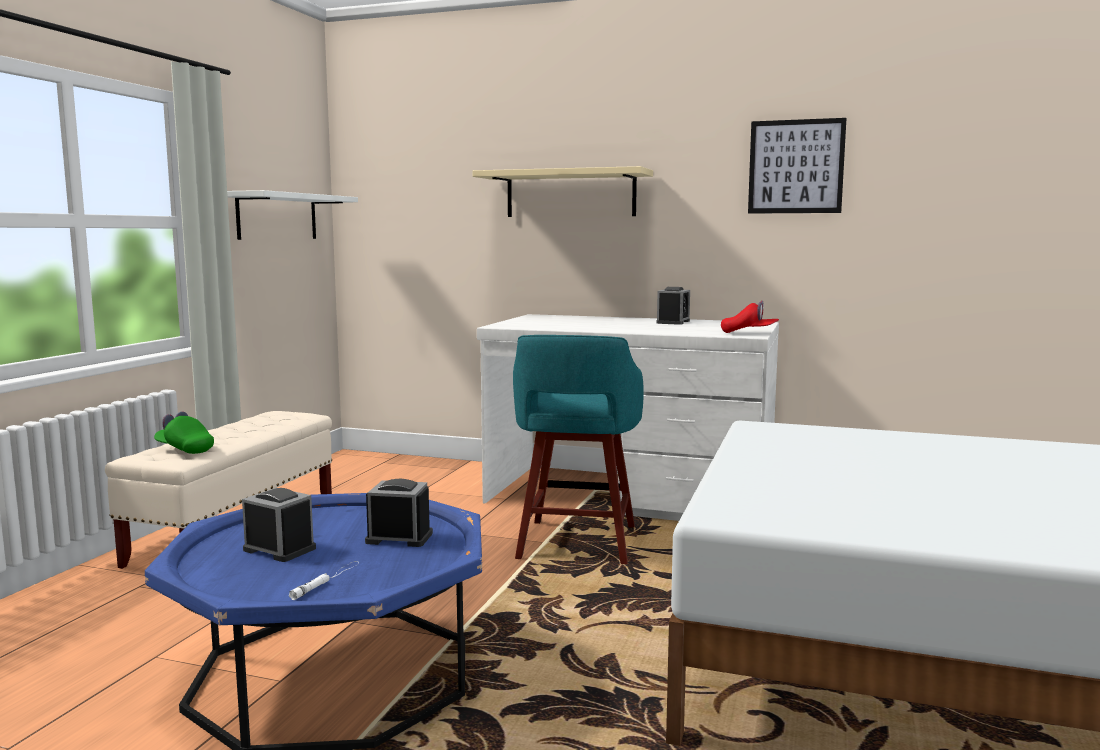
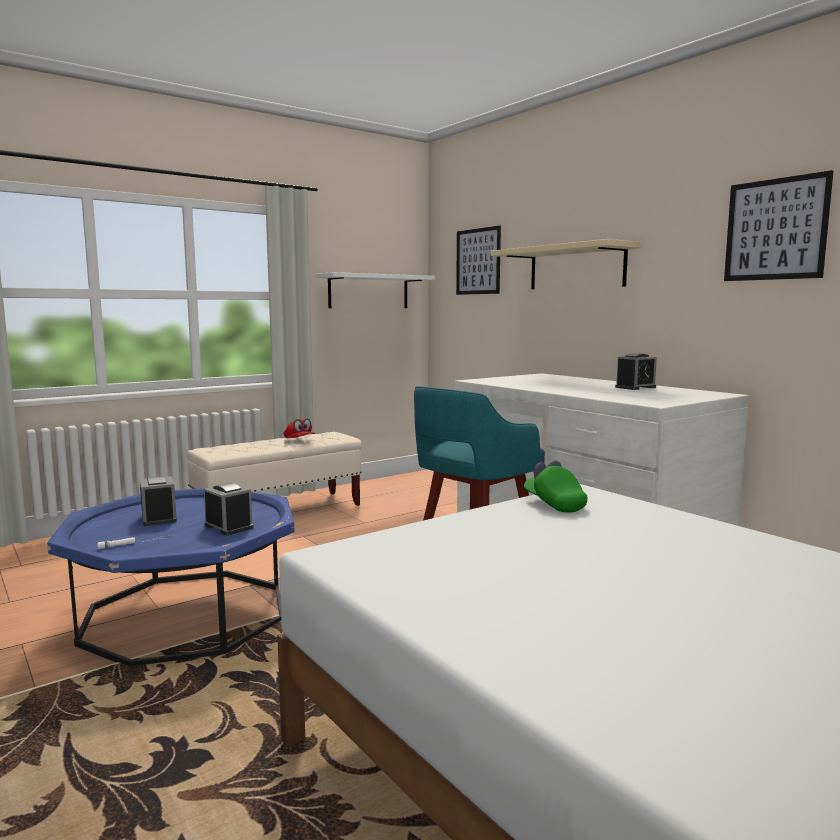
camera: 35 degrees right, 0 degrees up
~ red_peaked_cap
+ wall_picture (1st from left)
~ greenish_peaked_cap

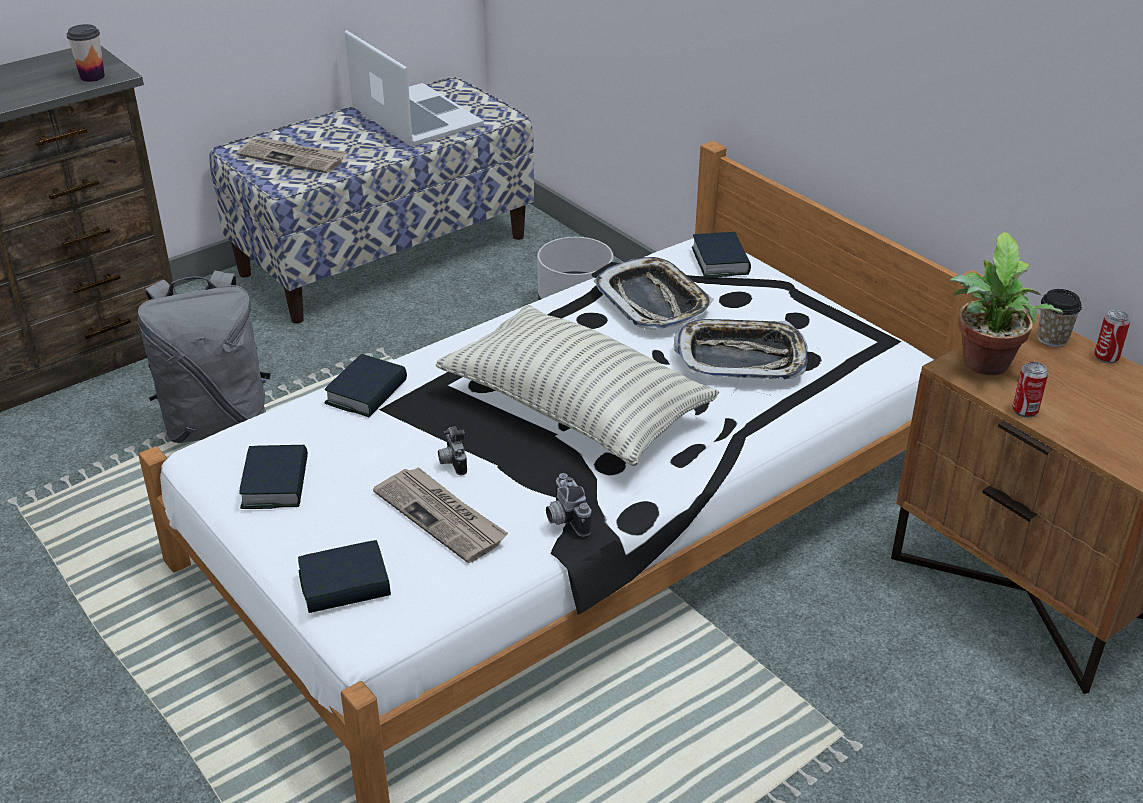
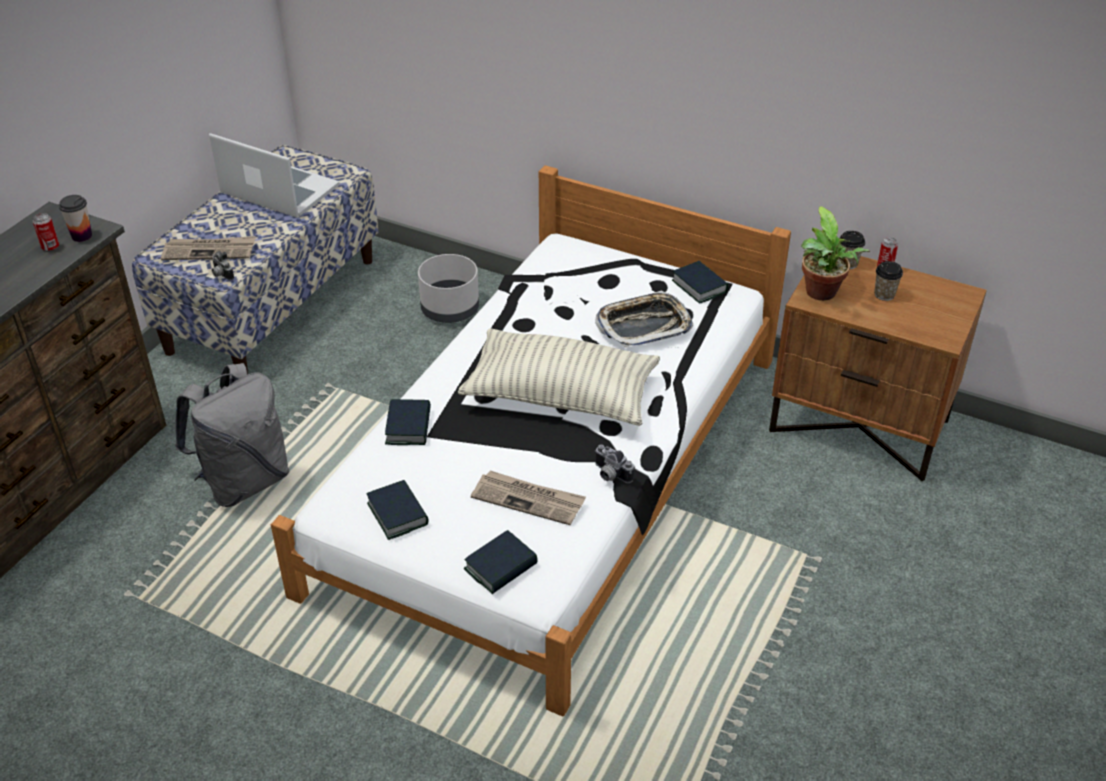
camera: 25 degrees left, 5 degrees up
~ can (1st from left)
~ photo_camera (1st from left)
~ bound_book (4th from left)
+ drinking_cup (3rd from left)
- carrying_tray (1st from left)

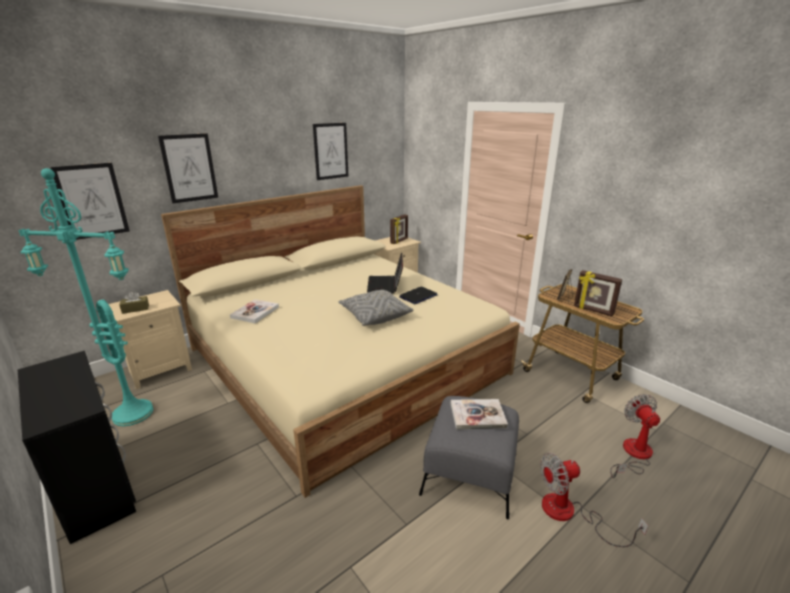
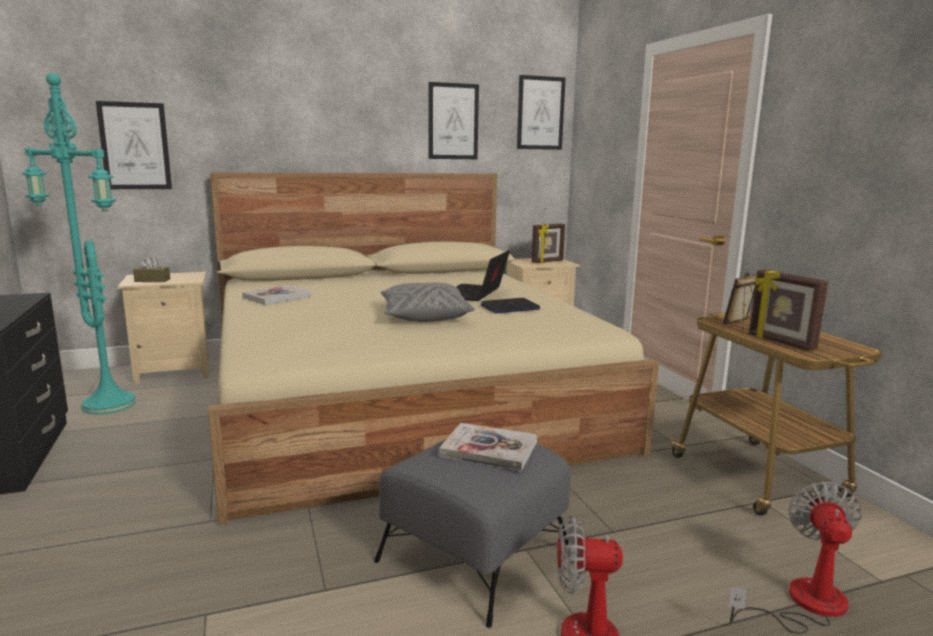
camera: 20 degrees right, 10 degrees down
~ wall_picture (2nd from left in the first image) to wall_picture (3rd from left)

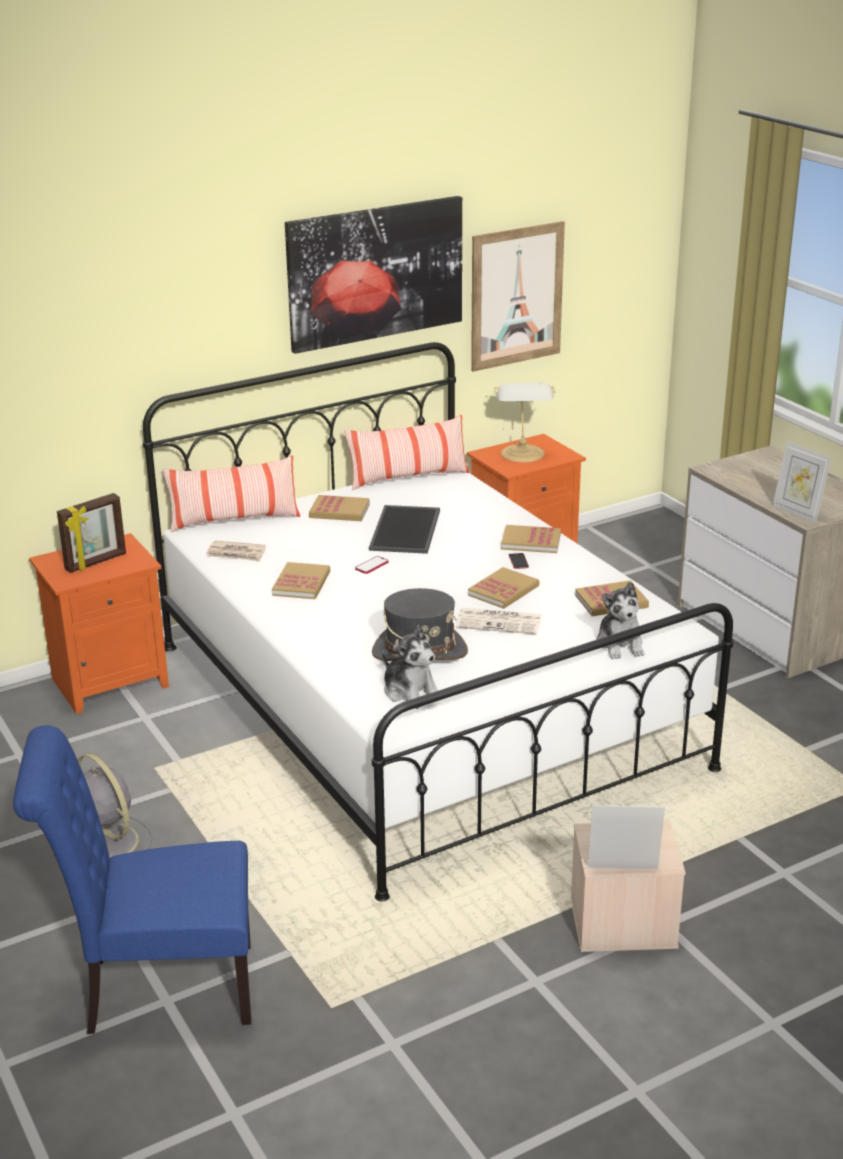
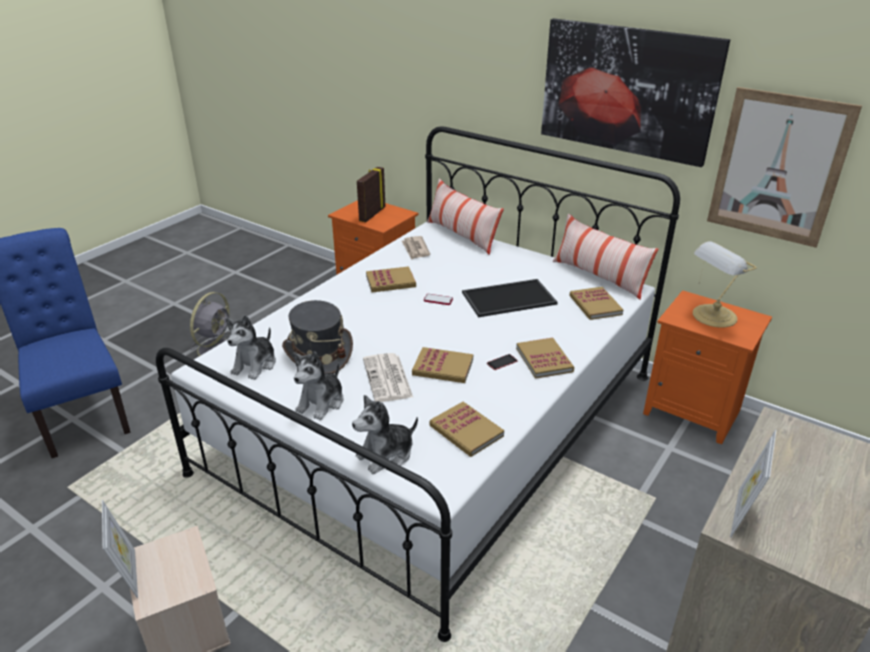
camera: 65 degrees right, 5 degrees up
+ plush_toy (2nd from left)
~ picture_frame (1st from left in the first image) 90 degrees clockwise
~ bound_book (2nd from left in the first image) to bound_book (5th from left)

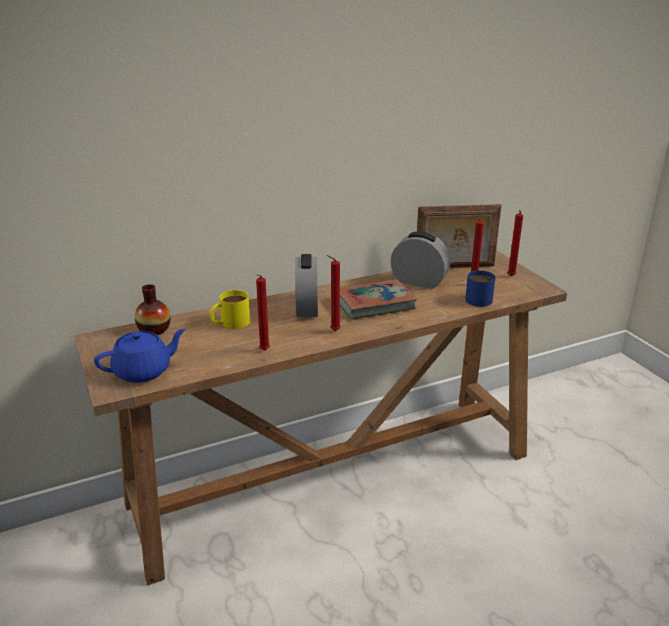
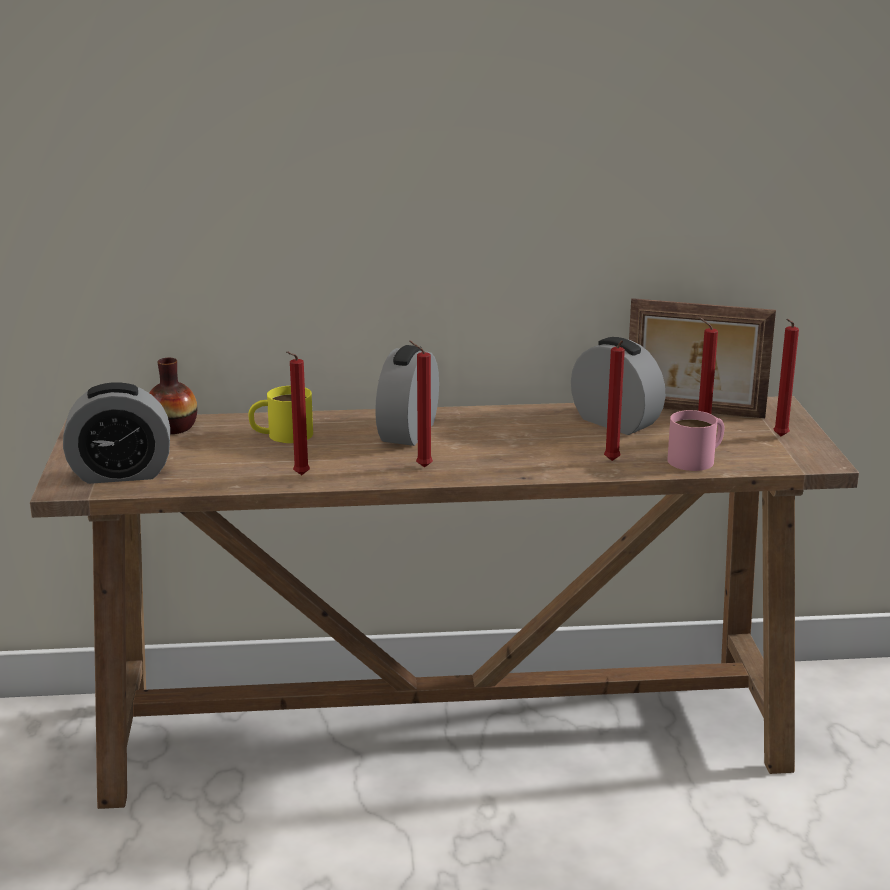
camera: 20 degrees right, 5 degrees down
~ blue_tea_pot to bedside_clock (1st from left)
+ red_wax_light (3rd from left)
~ blue_coffee_mug to pink-coloured_coffee_mug
- bound_book

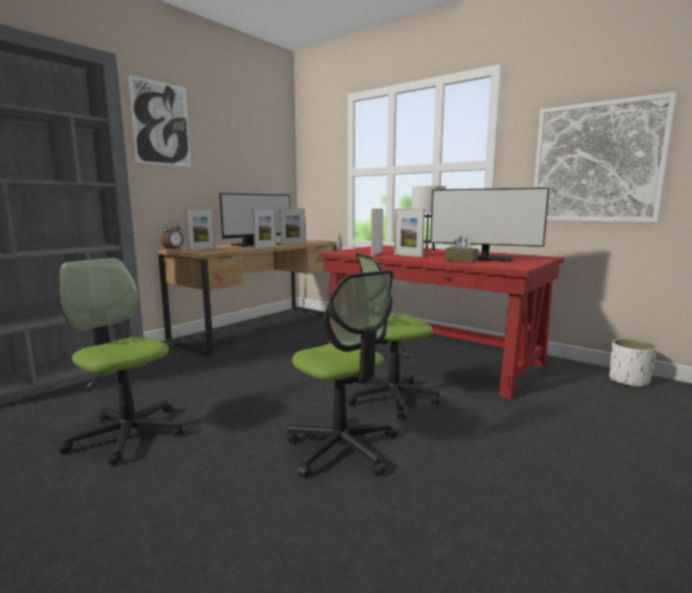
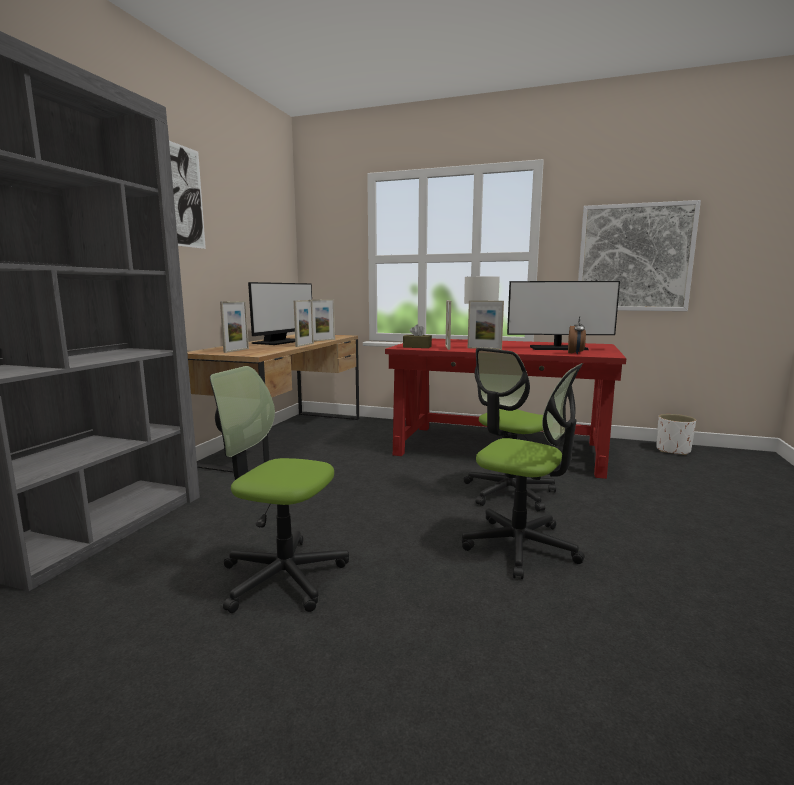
camera: 20 degrees left, 0 degrees up
~ brownish_tissue_holder
~ bedside_clock

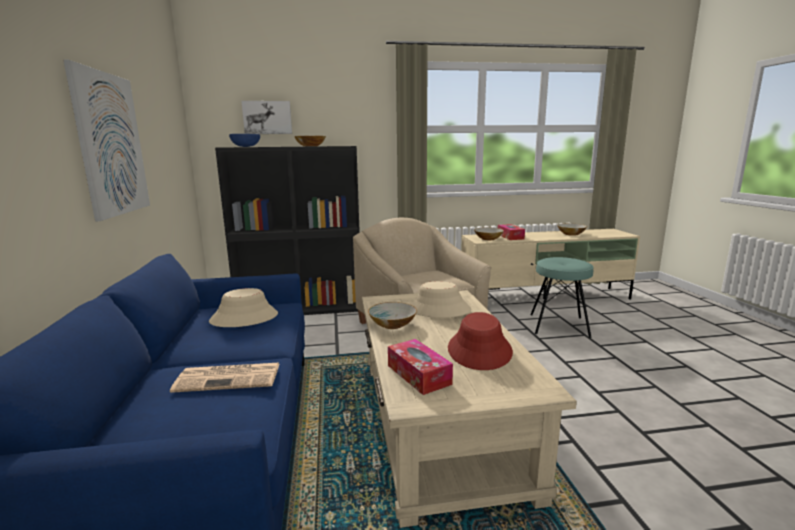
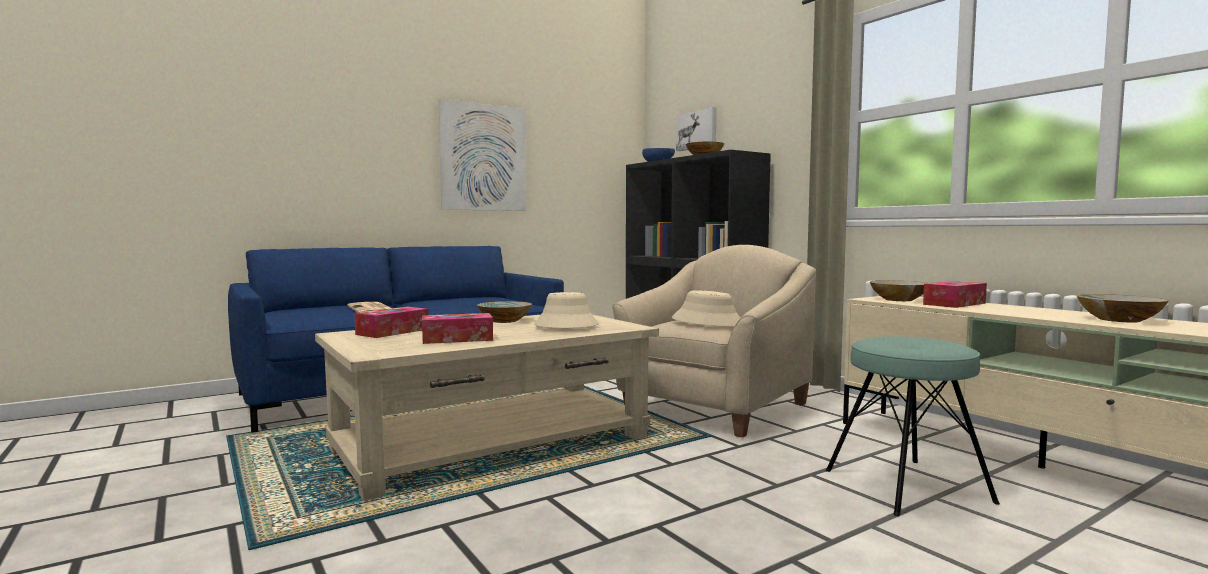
camera: 65 degrees right, 10 degrees down
~ red_clothing_hat to tissue_holder (2nd from left)
~ beige_clothing_hat (1st from left in the first image) to beige_clothing_hat (2nd from left)

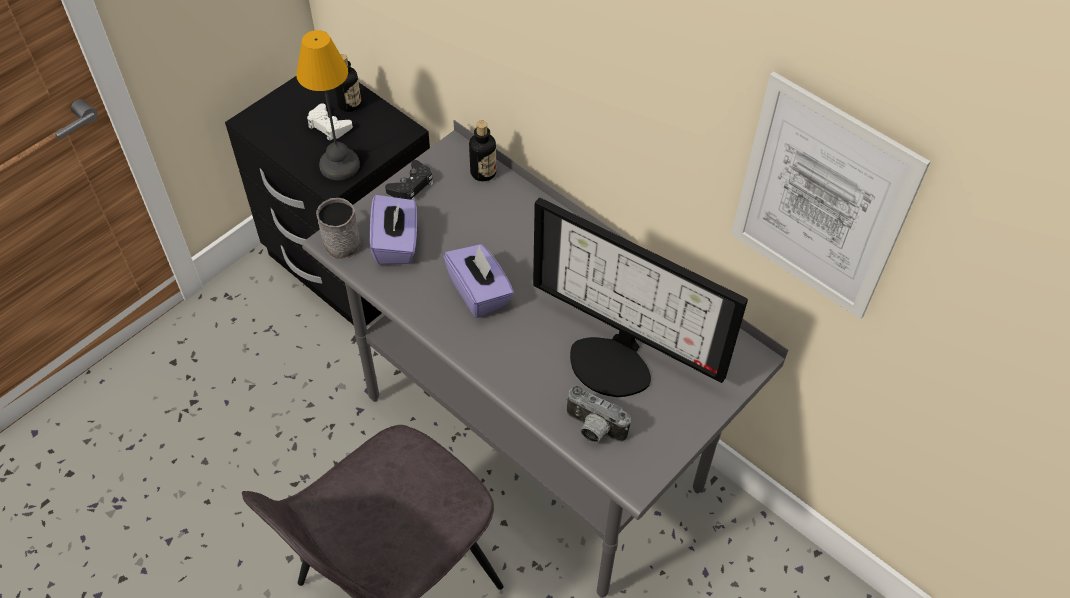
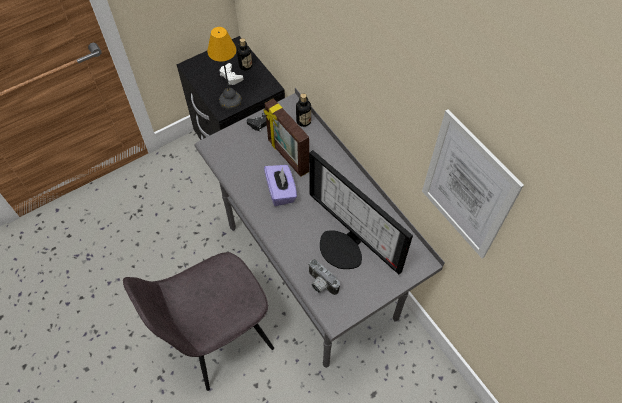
camera: 15 degrees right, 5 degrees up
+ picture_frame
- grey_coffee_mug
- purplish_tissue_holder (1st from left)

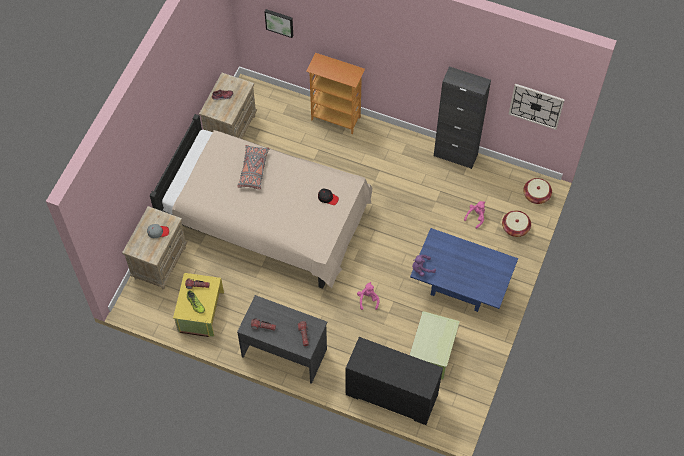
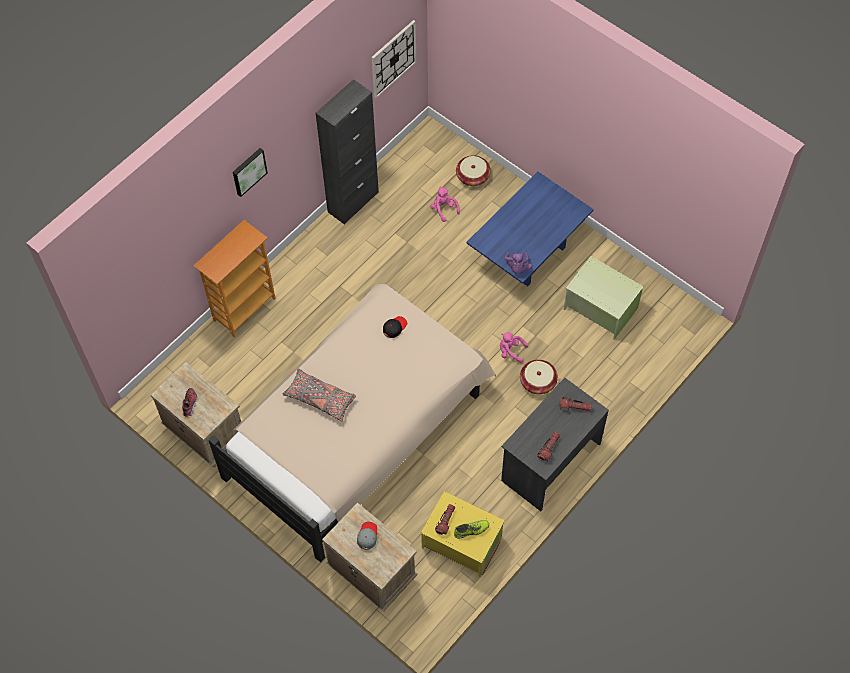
camera: 70 degrees left, 0 degrees up
~ wall_picture
~ basket (2nd from left)
- black-coloured_chest_of_drawers

